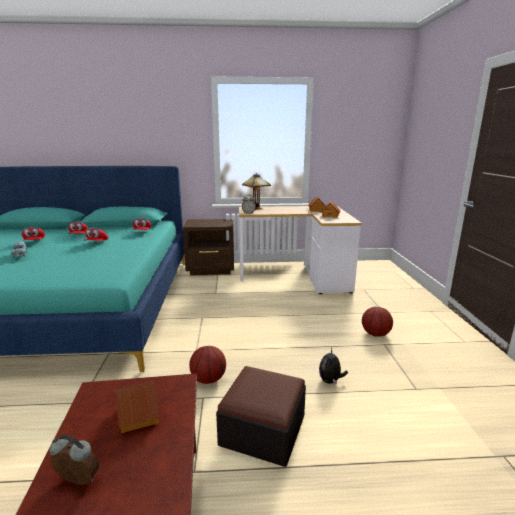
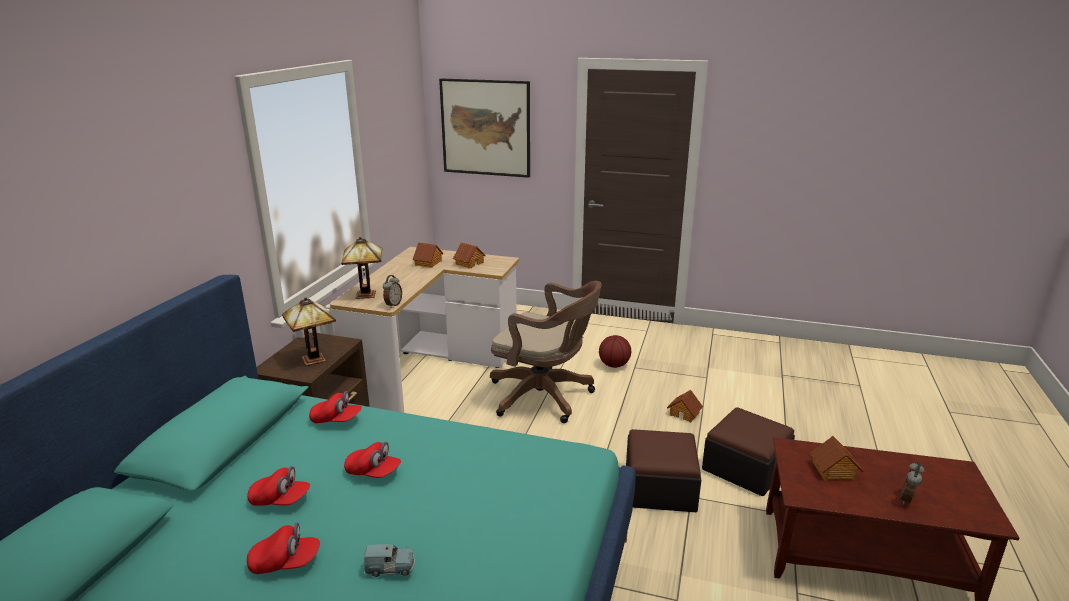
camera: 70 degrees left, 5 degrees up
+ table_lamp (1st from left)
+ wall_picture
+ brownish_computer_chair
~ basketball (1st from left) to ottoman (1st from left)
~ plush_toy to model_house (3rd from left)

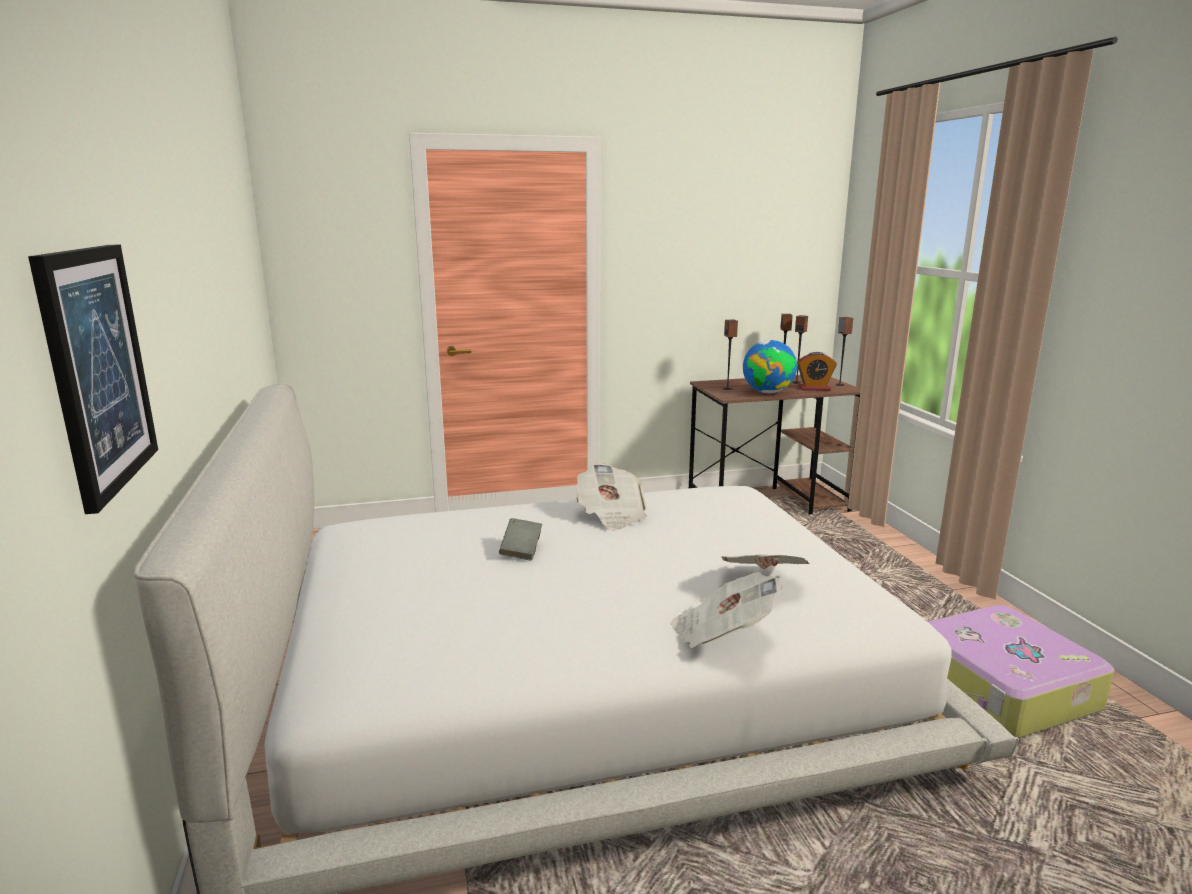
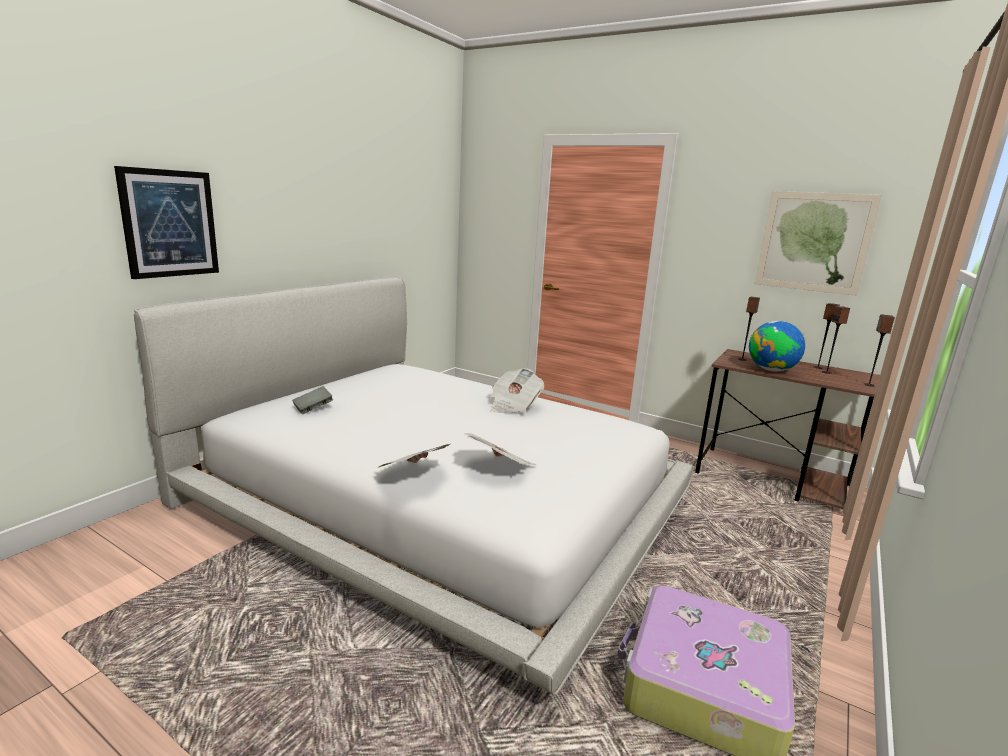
camera: 45 degrees right, 0 degrees up
~ grey_bound_book
+ wall_picture (2nd from left)
- bedside_clock

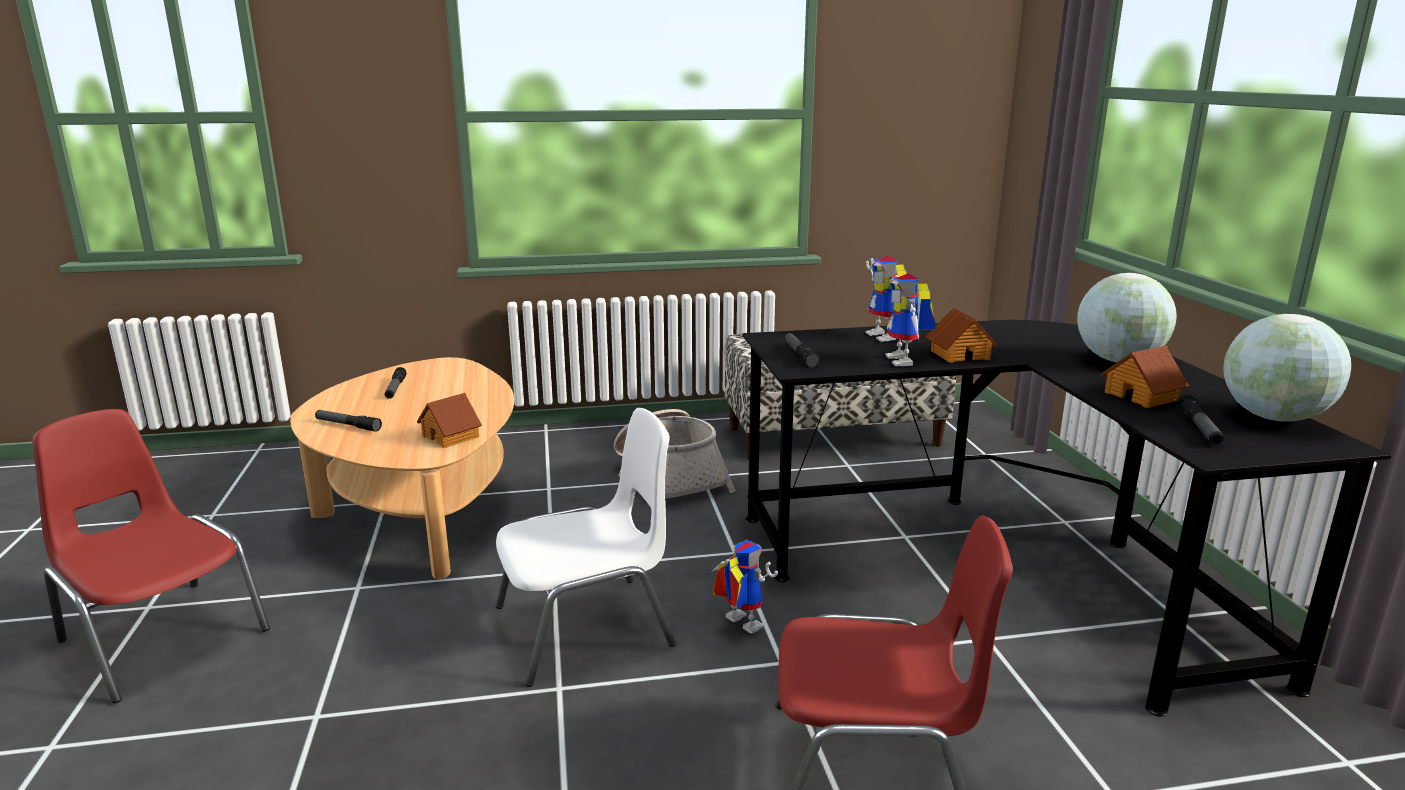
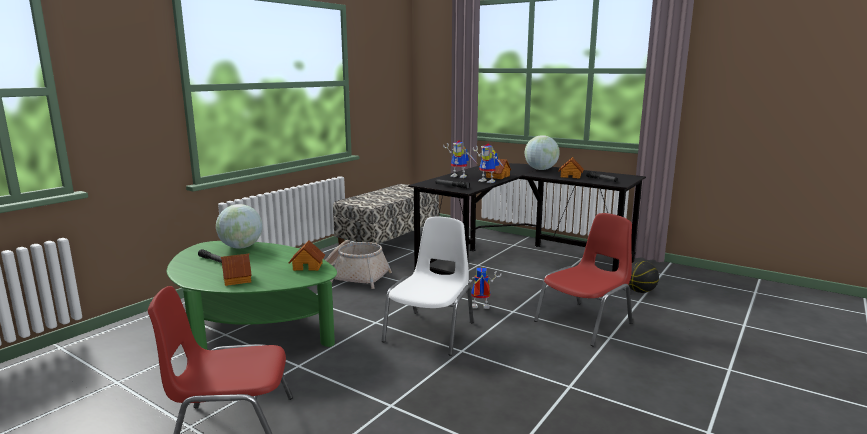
camera: 45 degrees left, 5 degrees down
~ beige_coffee_table to greenish_coffee_table
~ globe (2nd from left in the first image) to globe (1st from left)
~ torch (1st from left) to model_house (1st from left)
+ basketball

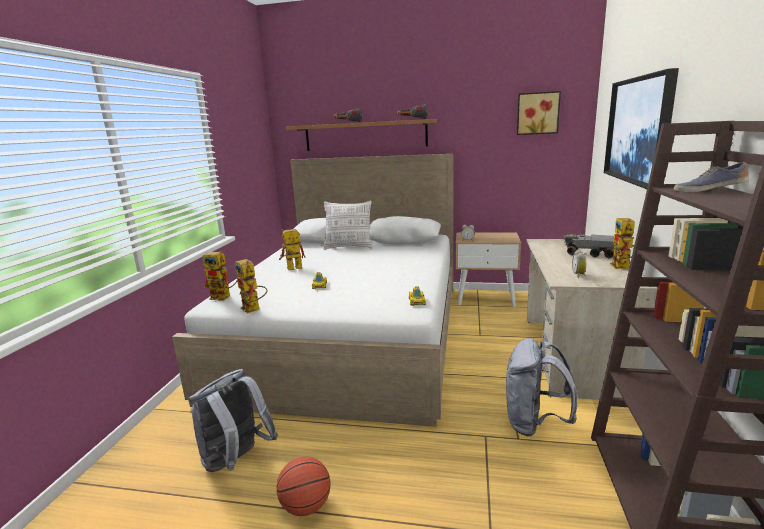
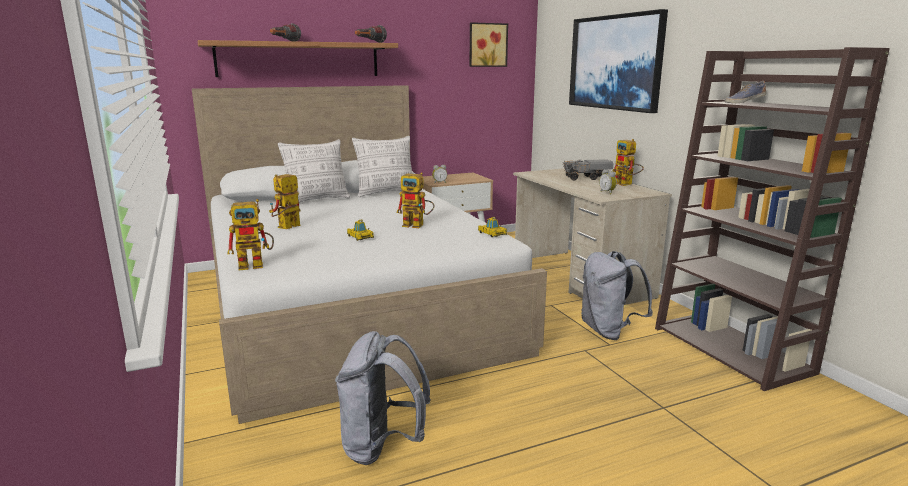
camera: 35 degrees left, 0 degrees up
+ cushion (2nd from left)
~ robot_figure (2nd from left in the first image) to robot_figure (3rd from left)
- basketball

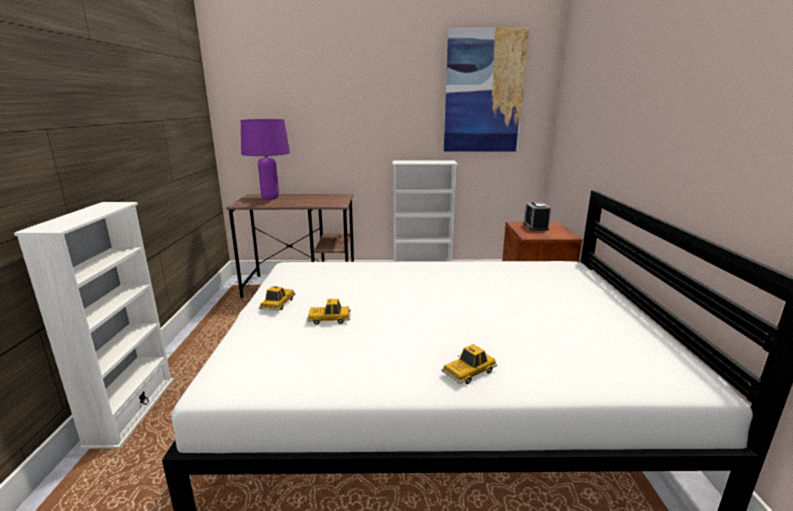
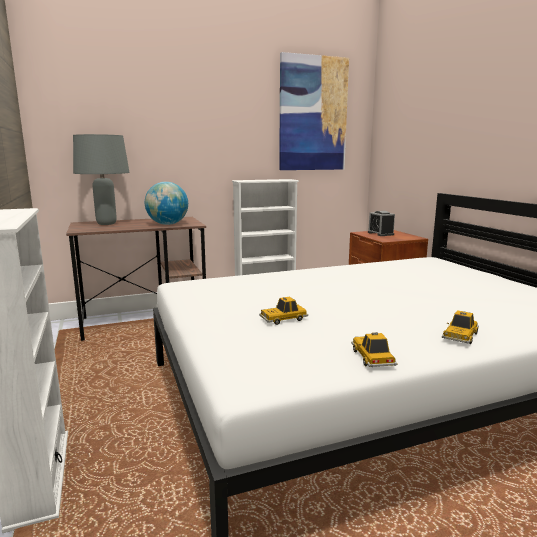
camera: 20 degrees left, 5 degrees down
~ purplish_table_lamp to grey_table_lamp
+ globe
~ miniature_car (1st from left in the first image) to miniature_car (2nd from left)

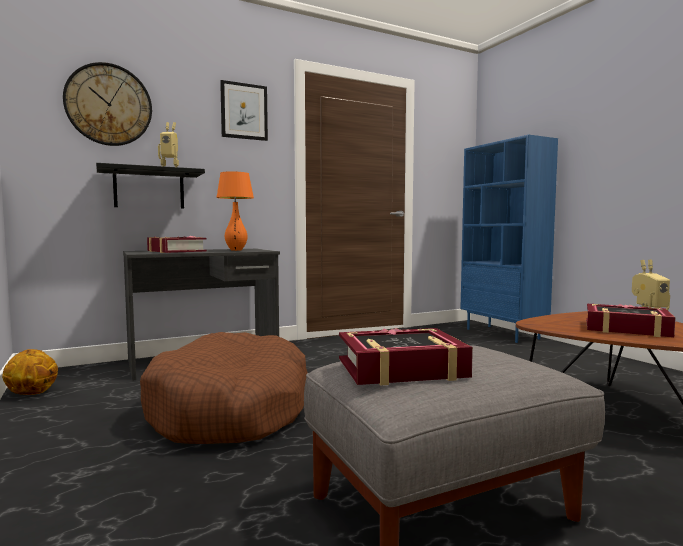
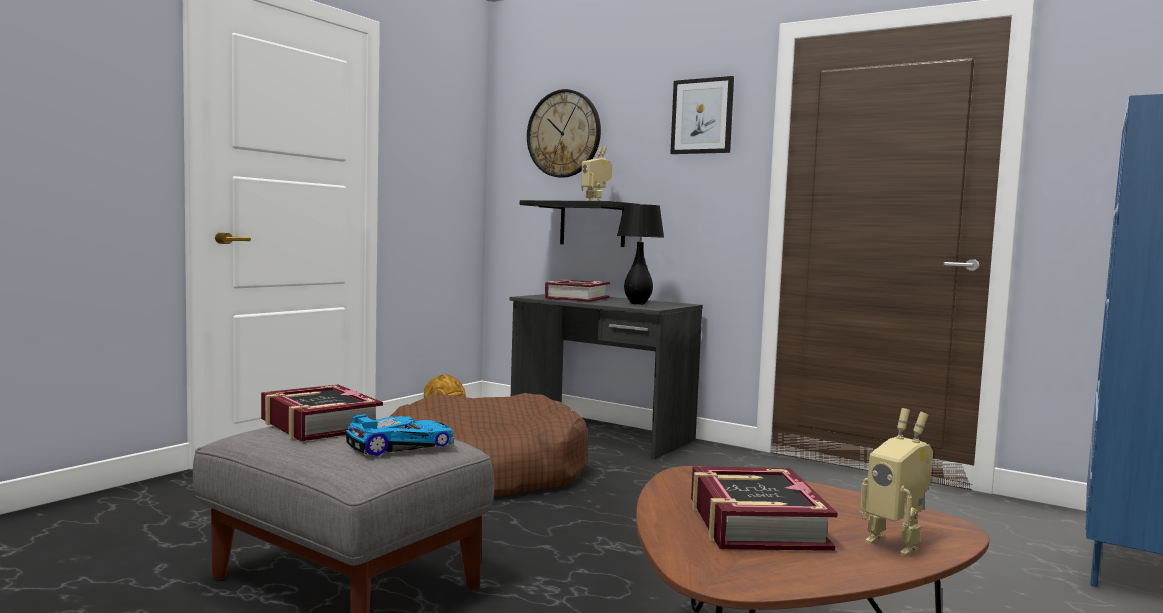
camera: 60 degrees right, 0 degrees up
+ miniature_car
~ orange_table_lamp to black-coloured_table_lamp

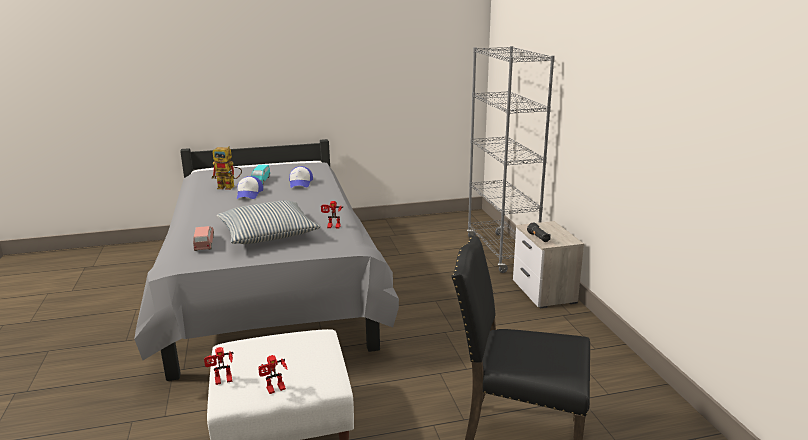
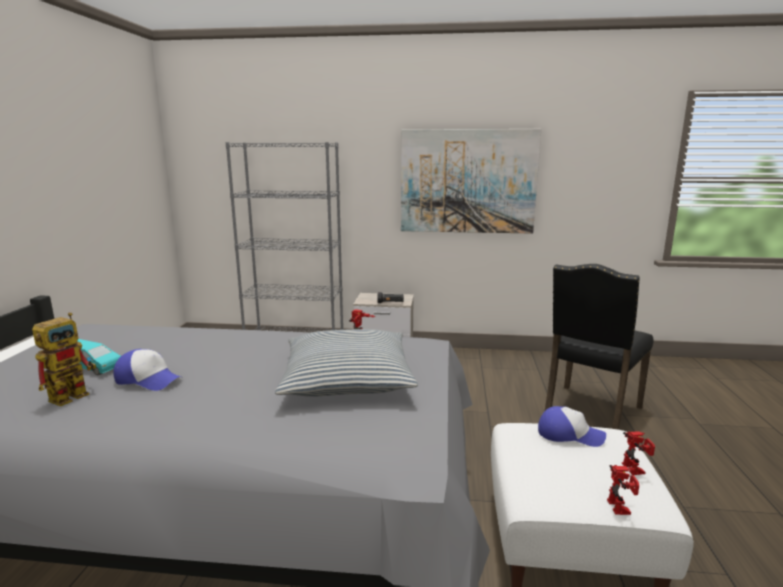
camera: 70 degrees left, 5 degrees down
+ wall_picture
~ peaked_cap (2nd from left)
- pink-coloured_miniature_car

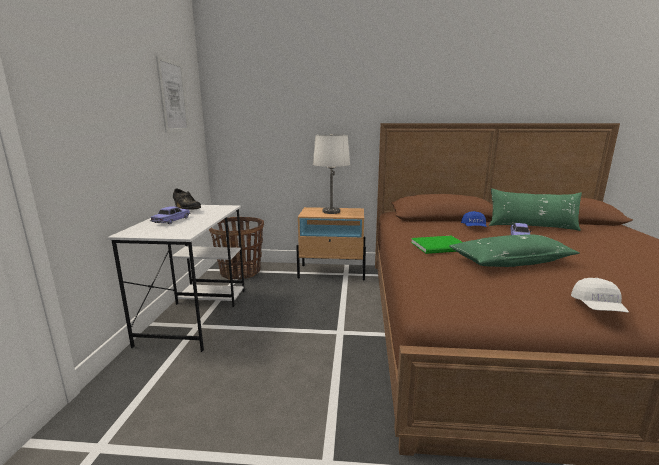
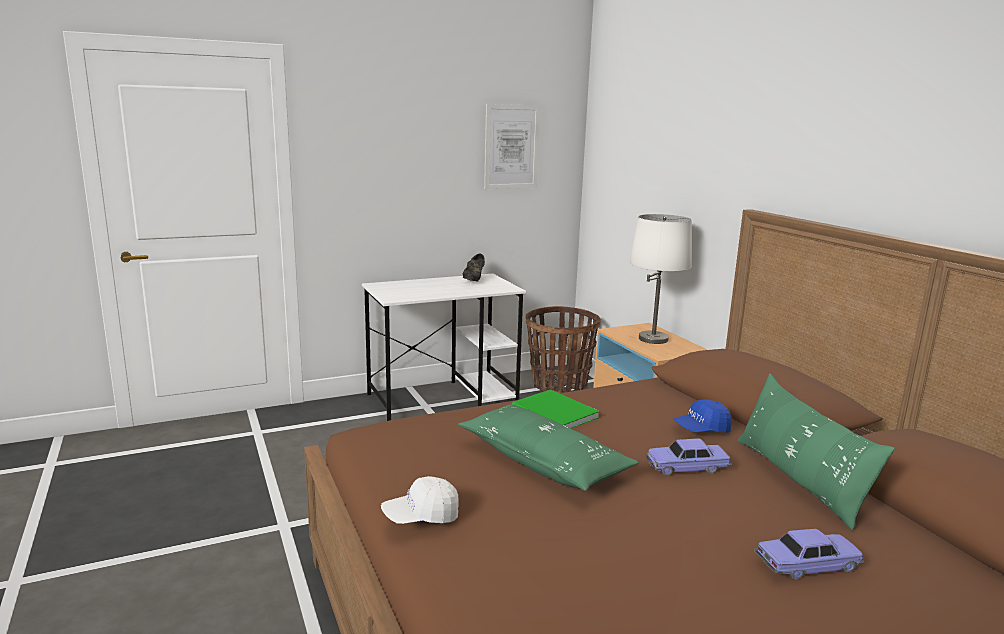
camera: 60 degrees right, 0 degrees up
~ miniature_car (1st from left in the first image) to miniature_car (2nd from left)

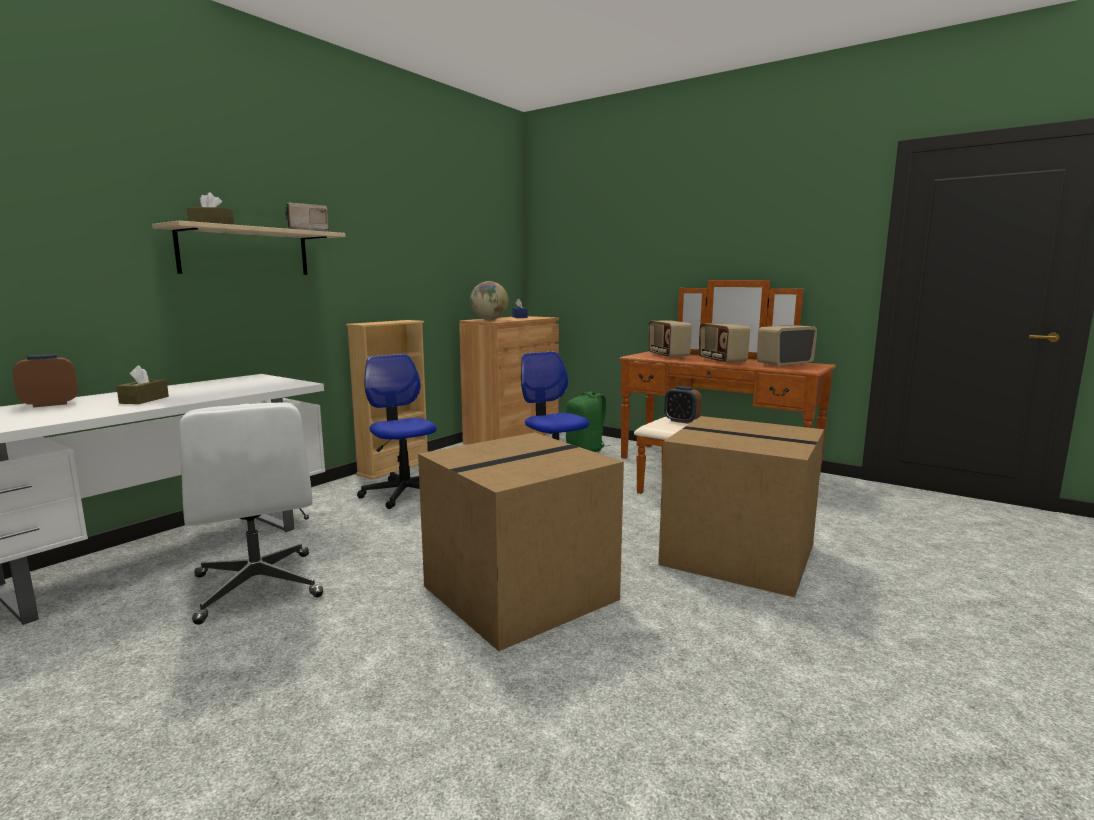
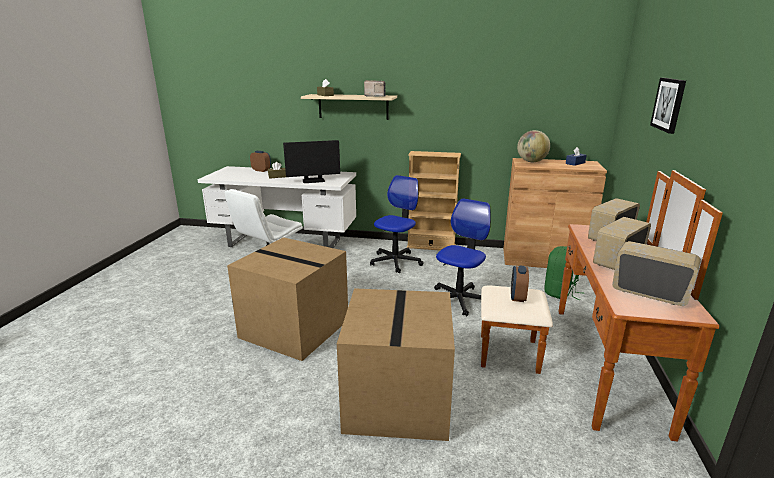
camera: 65 degrees right, 10 degrees up
+ computer_screen
+ wall_picture

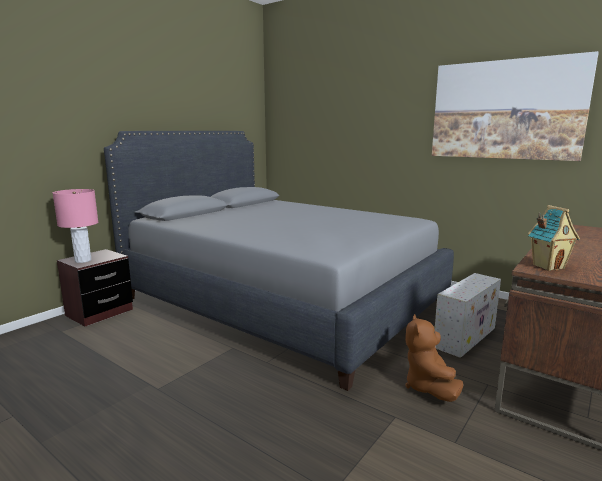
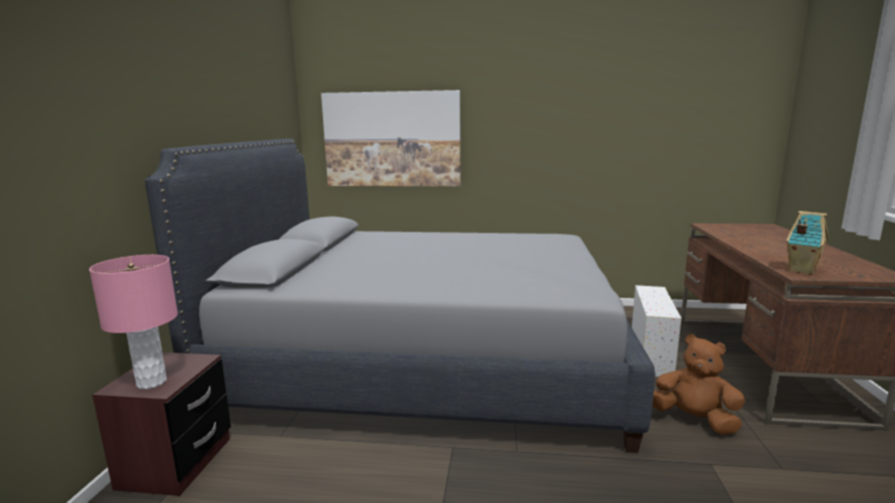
camera: 30 degrees left, 0 degrees up
~ wall_picture
~ brownish_plush_toy 150 degrees clockwise

